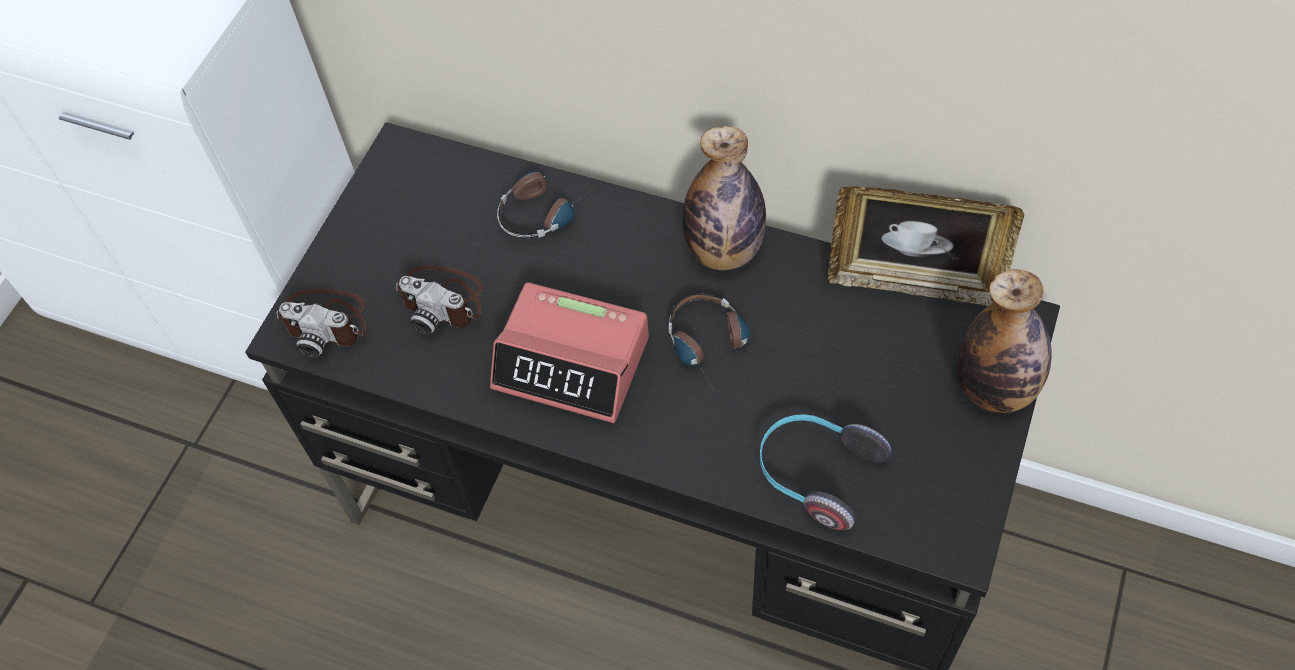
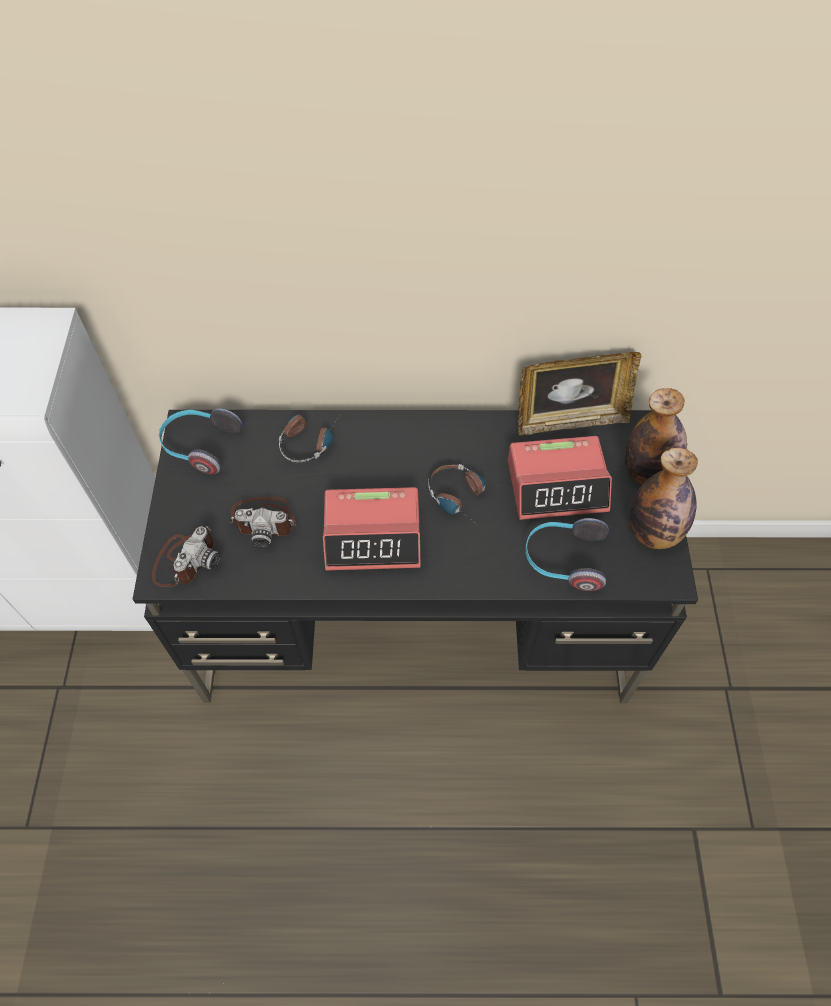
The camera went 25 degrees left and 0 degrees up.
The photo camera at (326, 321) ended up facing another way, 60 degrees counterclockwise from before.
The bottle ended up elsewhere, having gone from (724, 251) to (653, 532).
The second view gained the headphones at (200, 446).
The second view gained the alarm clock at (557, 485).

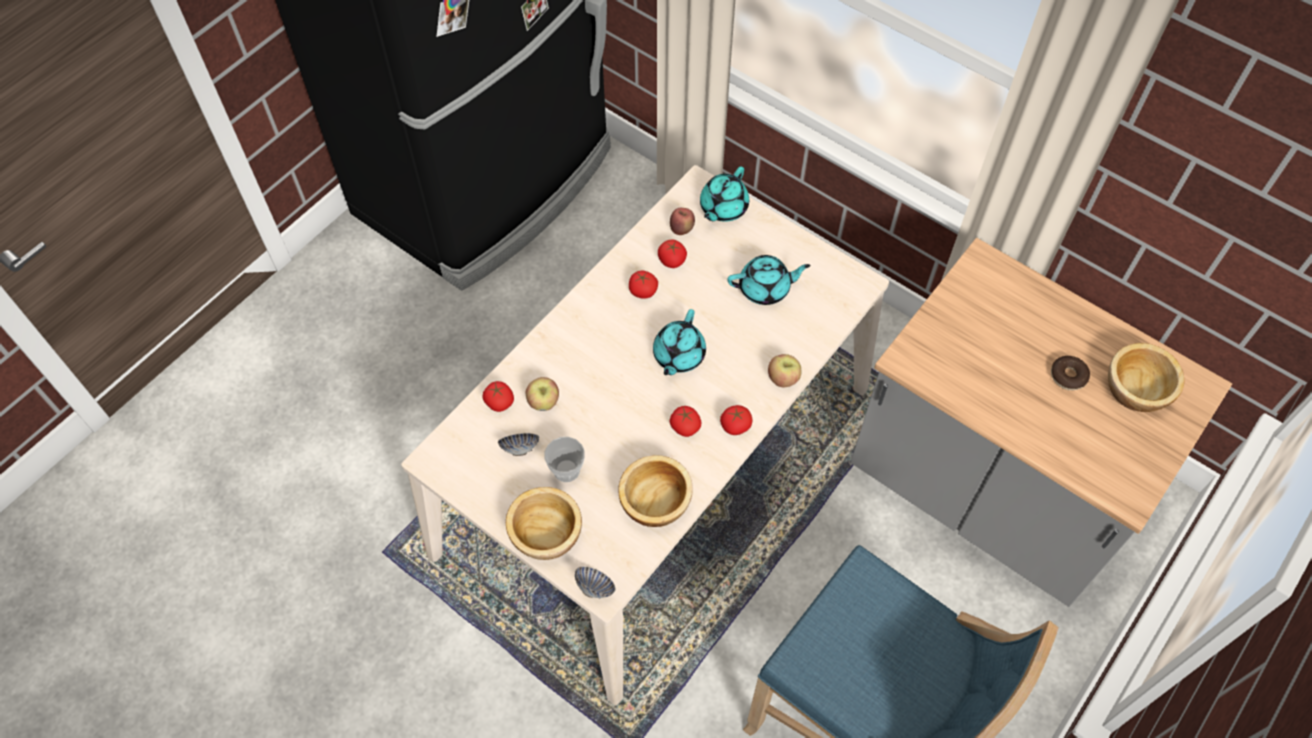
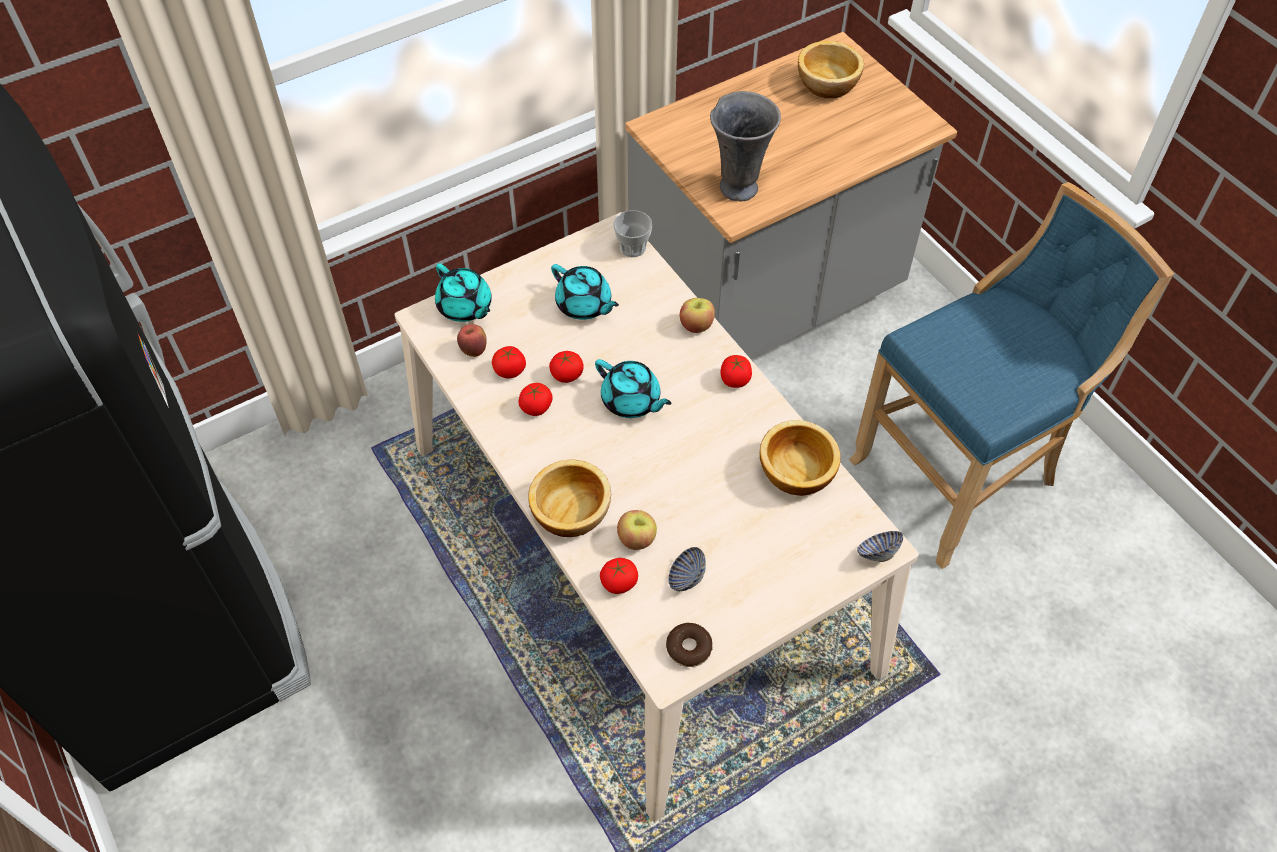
The camera went 70 degrees left and 5 degrees down.
The bowl ended up elsewhere, having gone from (547, 533) to (571, 511).
The cup ended up elsewhere, having gone from (566, 470) to (632, 248).
The tomato ended up elsewhere, having gone from (685, 427) to (567, 375).
The turquoise teapot at (765, 288) ended up facing another way, 120 degrees clockwise from before.
The donut ended up elsewhere, having gone from (1068, 376) to (688, 648).
The second view gained the grey vase at (738, 187).

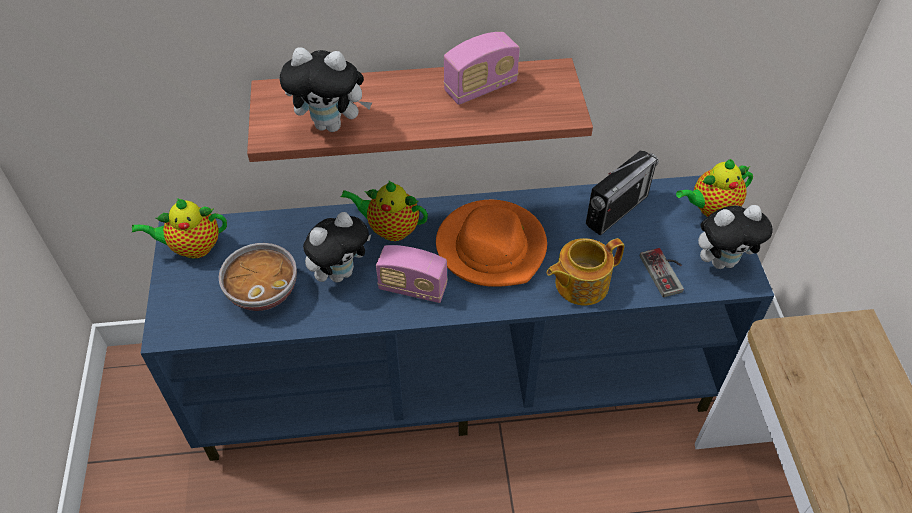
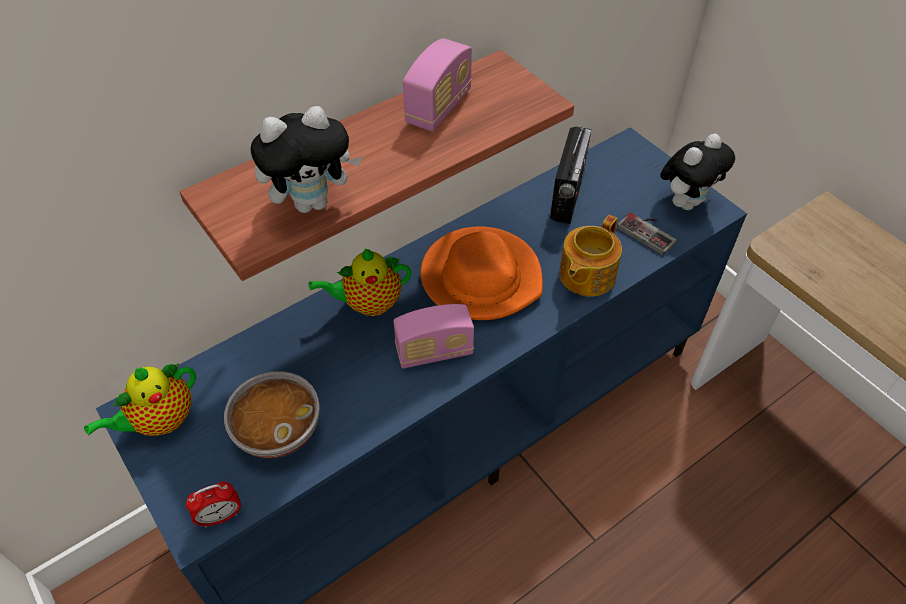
The camera went 30 degrees left and 0 degrees up.
The second view lost the plush toy at (340, 272).
The second view lost the teapot at (710, 209).
The second view gained the alarm clock at (220, 516).

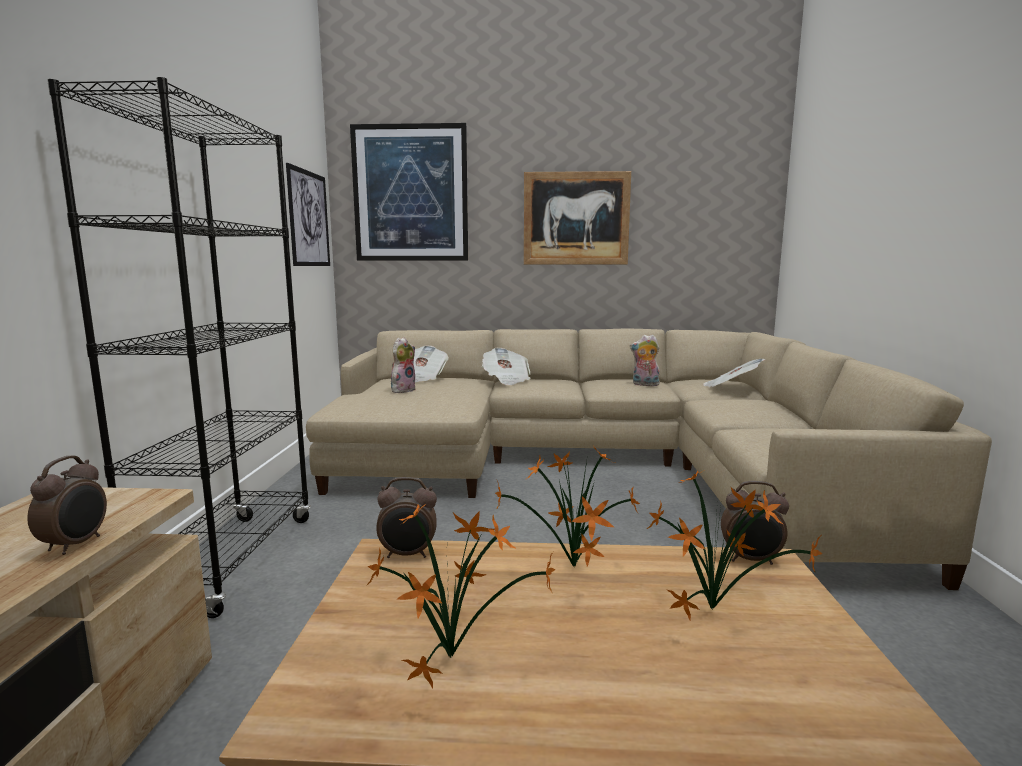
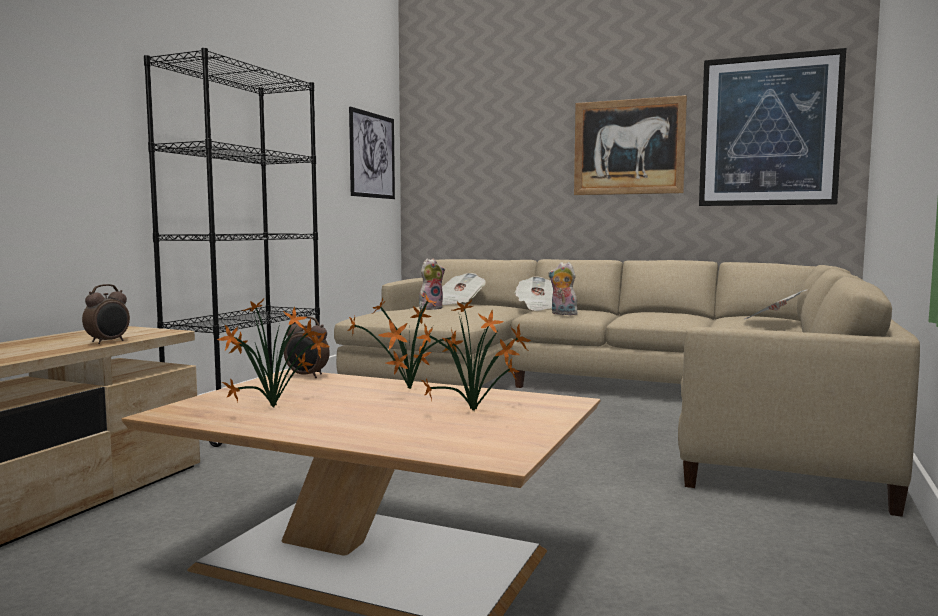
The camera went 20 degrees right and 5 degrees down.
The picture ended up elsewhere, having gone from (410, 193) to (769, 131).
The plush toy ended up elsewhere, having gone from (644, 385) to (562, 314).
The second view lost the alarm clock at (751, 560).

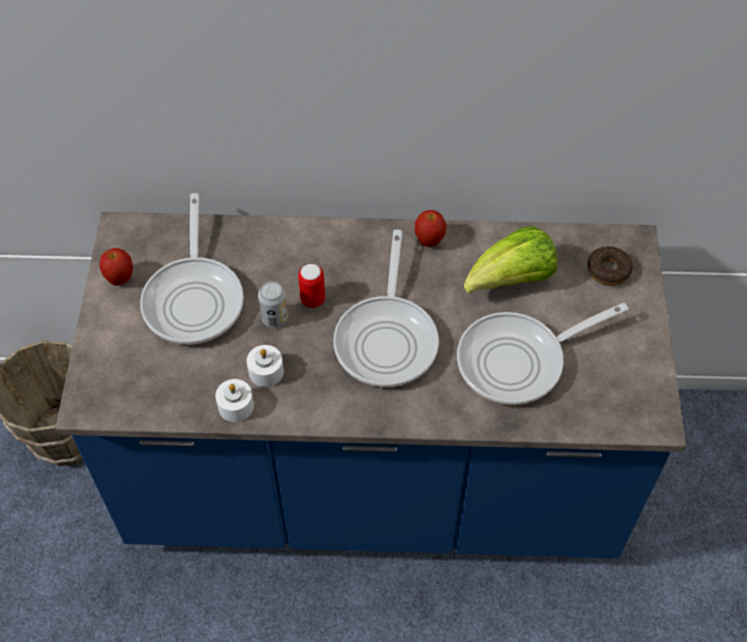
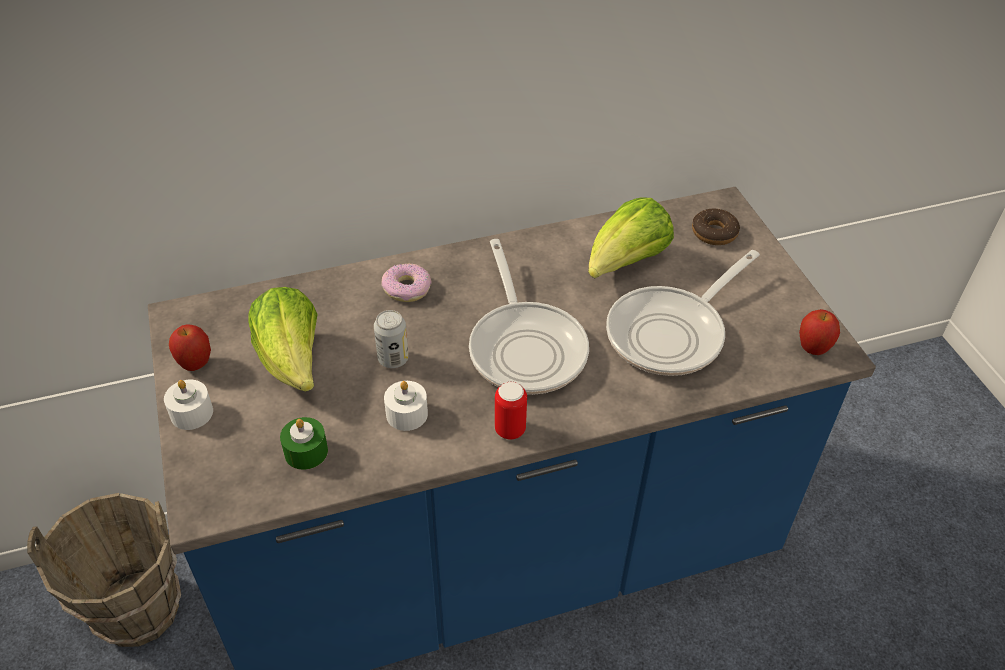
The camera went 20 degrees left and 10 degrees down.
Where the frying pan stood at (195, 298), the lettuce came to stand at (292, 361).
The white candle ended up elsewhere, having gone from (236, 406) to (192, 413).
The can ended up elsewhere, having gone from (313, 299) to (510, 430).
The apple ended up elsewhere, having gone from (429, 241) to (813, 349).
The second view gained the green candle at (306, 452).
The second view gained the donut at (407, 288).

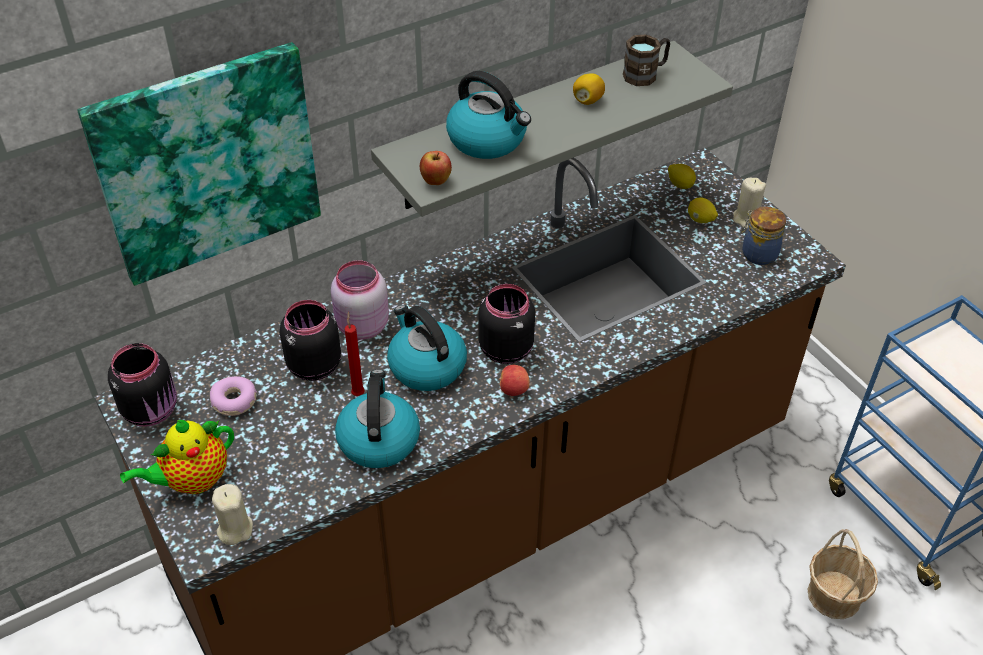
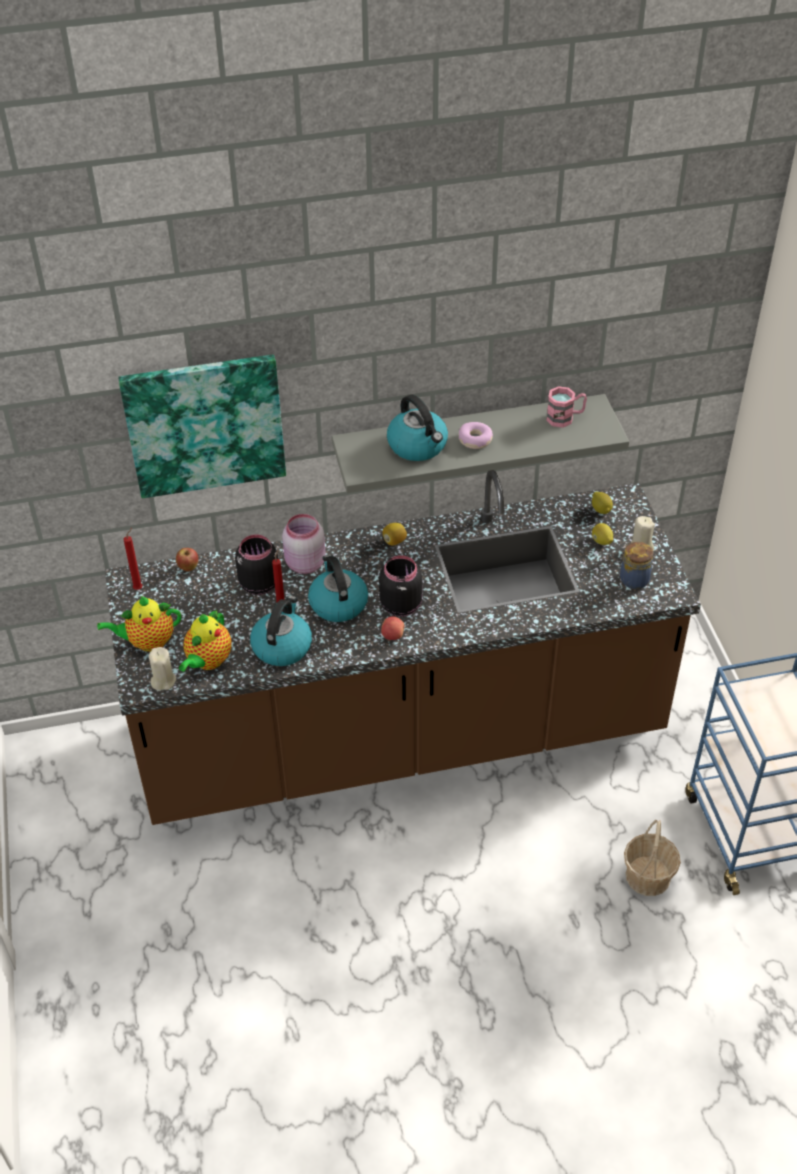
The camera went 20 degrees right and 0 degrees up.
Where the black jar stood at (152, 410), the red candle came to stand at (139, 588).
The donut ended up elsewhere, having gone from (234, 401) to (475, 440).
The apple ended up elsewhere, having gone from (436, 182) to (188, 568).
The lemon ended up elsewhere, having gone from (587, 100) to (394, 541).
What was the brown mug at (645, 74) turned into the pink mug at (565, 418).
The second view gained the teapot at (208, 661).

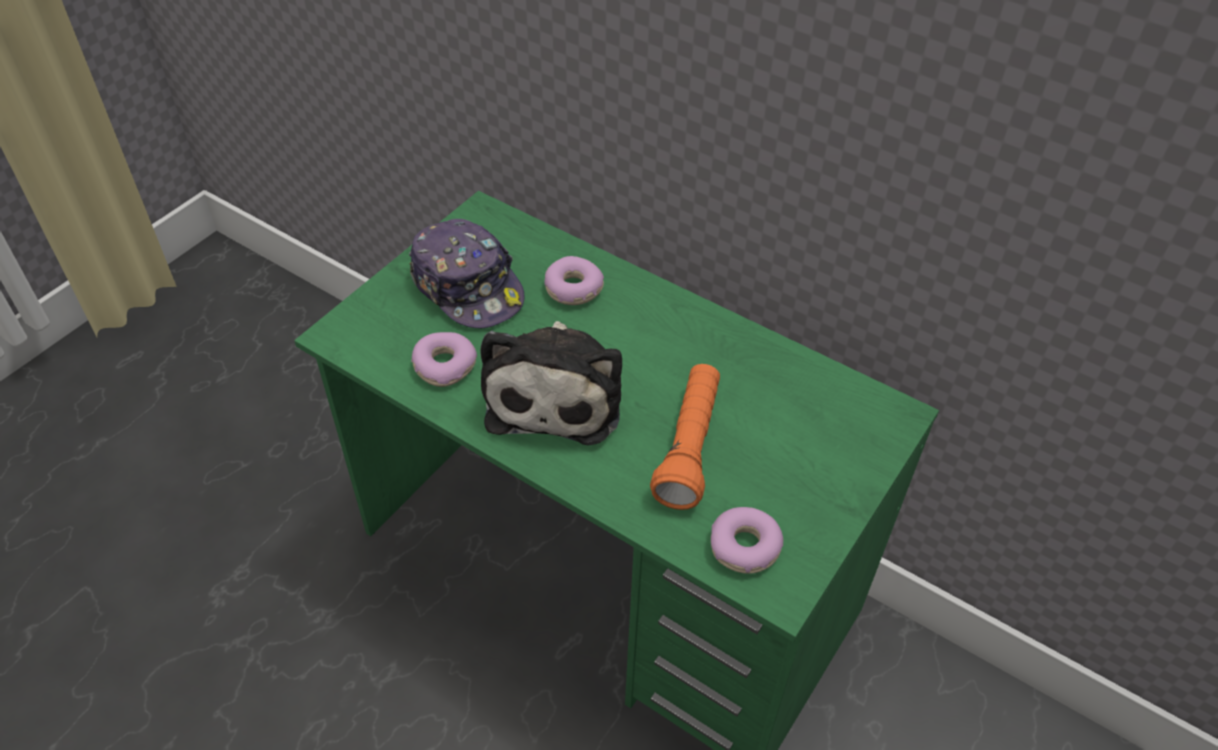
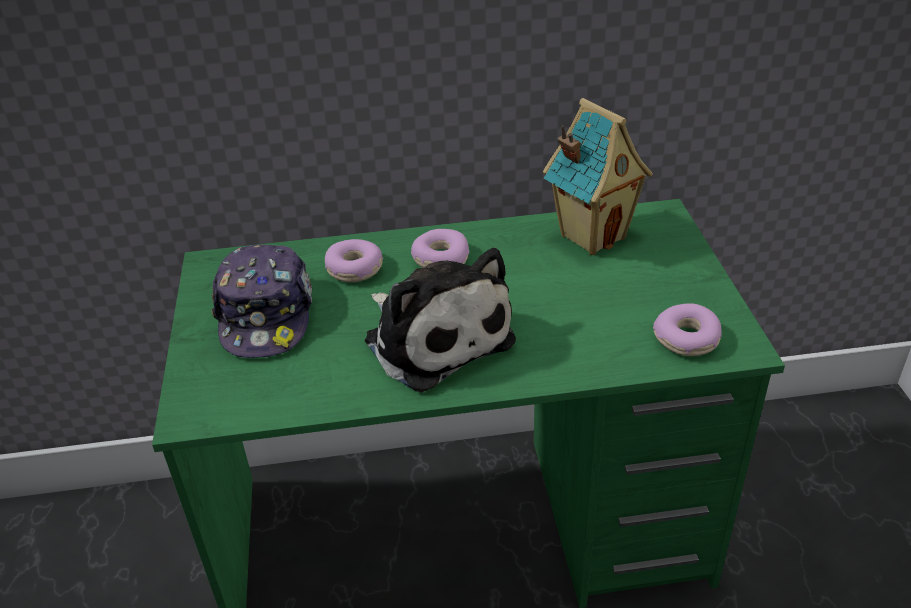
The camera went 40 degrees left and 10 degrees down.
The cap at (468, 287) ended up facing another way, 75 degrees clockwise from before.
The donut ended up elsewhere, having gone from (444, 365) to (440, 259).
The second view lost the orange flashlight at (689, 447).
The second view gained the toy house at (592, 236).

